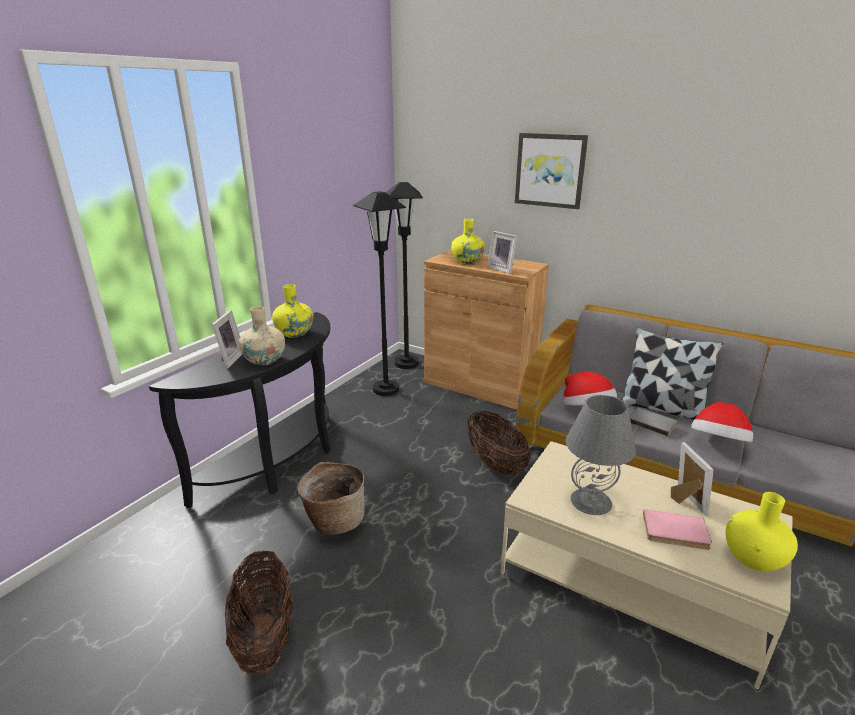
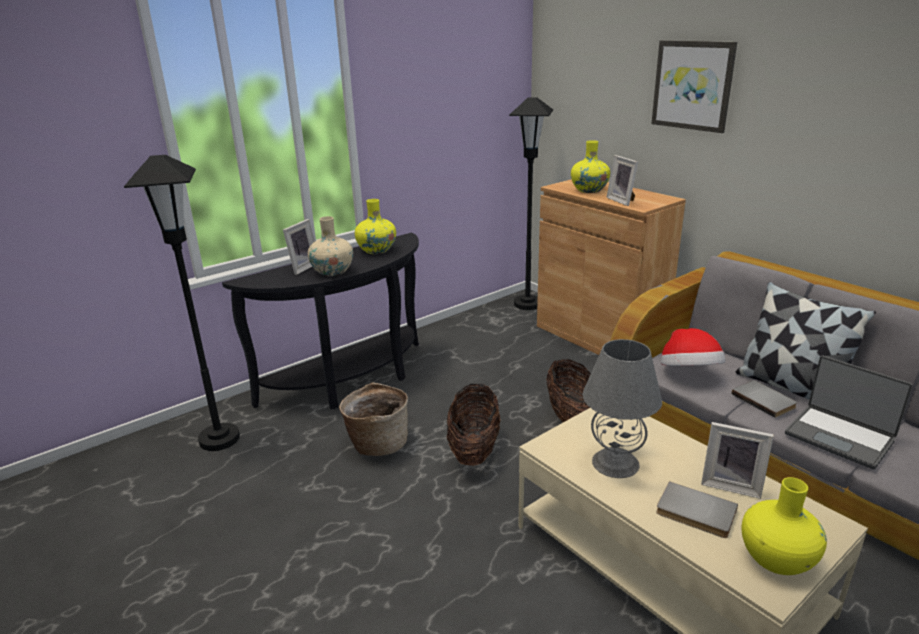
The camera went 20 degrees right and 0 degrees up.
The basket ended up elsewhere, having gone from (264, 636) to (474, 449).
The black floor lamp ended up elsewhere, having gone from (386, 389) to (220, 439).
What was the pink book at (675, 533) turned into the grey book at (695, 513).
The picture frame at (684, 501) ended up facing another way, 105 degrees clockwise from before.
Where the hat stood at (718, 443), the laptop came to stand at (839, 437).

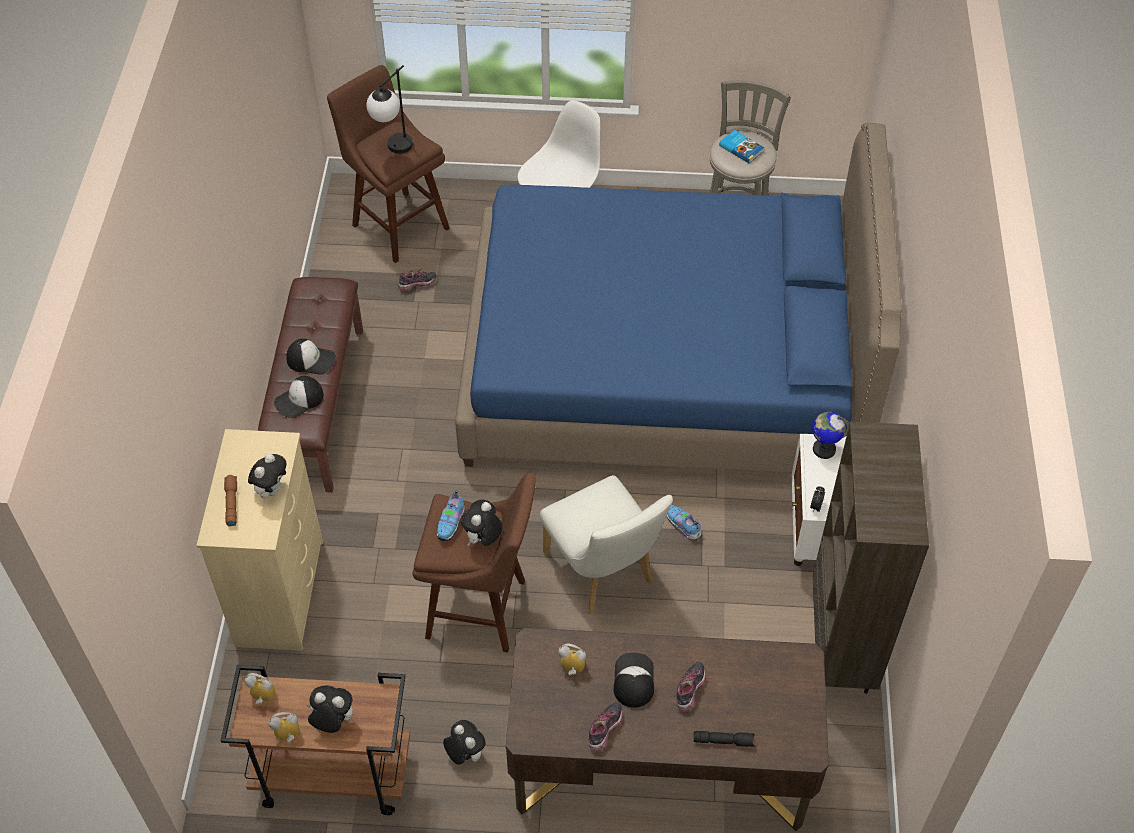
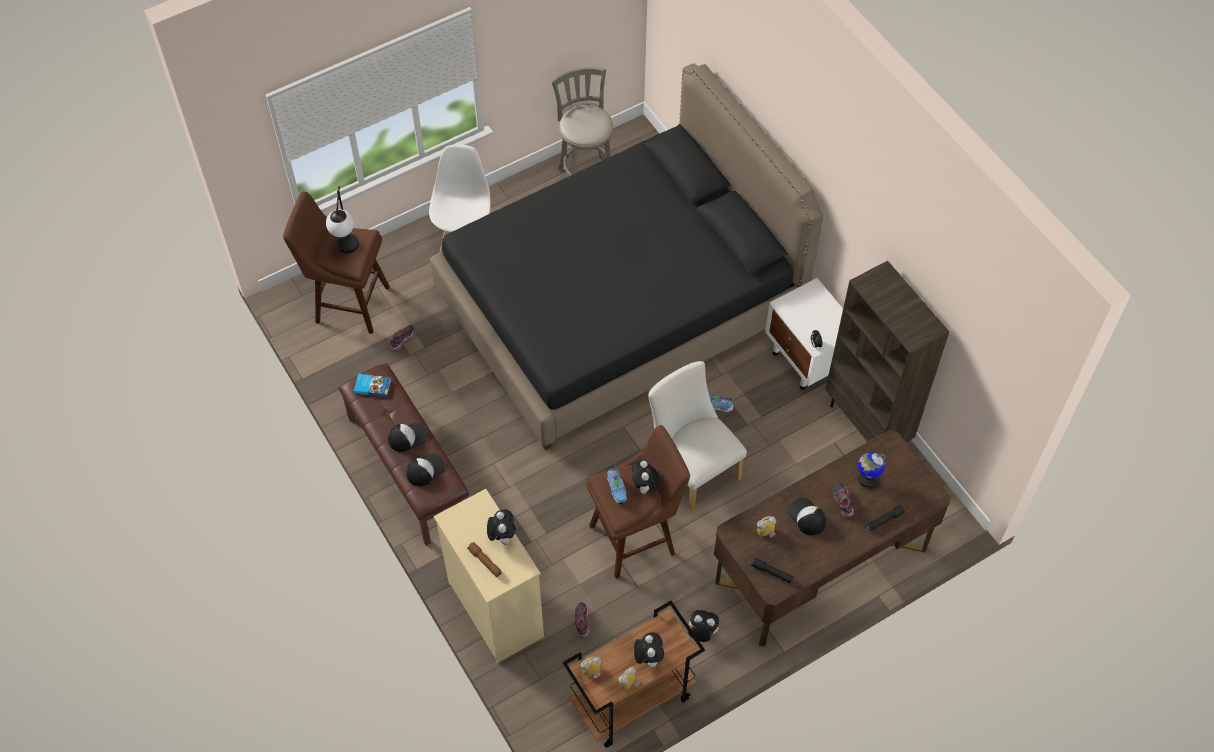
The camera went 35 degrees left and 5 degrees up.
The cap at (299, 400) ended up facing another way, 150 degrees counterclockwise from before.
The plush toy at (332, 721) ended up facing another way, 105 degrees clockwise from before.
What was the blue bed at (663, 367) turned into the black bed at (619, 305).
The white chair at (603, 573) ended up facing another way, 150 degrees counterclockwise from before.
The shoe ended up elsewhere, having gone from (605, 730) to (582, 622).
The book ended up elsewhere, having gone from (741, 148) to (372, 386).
The globe ended up elsewhere, having gone from (823, 449) to (867, 479).
The second view gained the black flashlight at (771, 573).

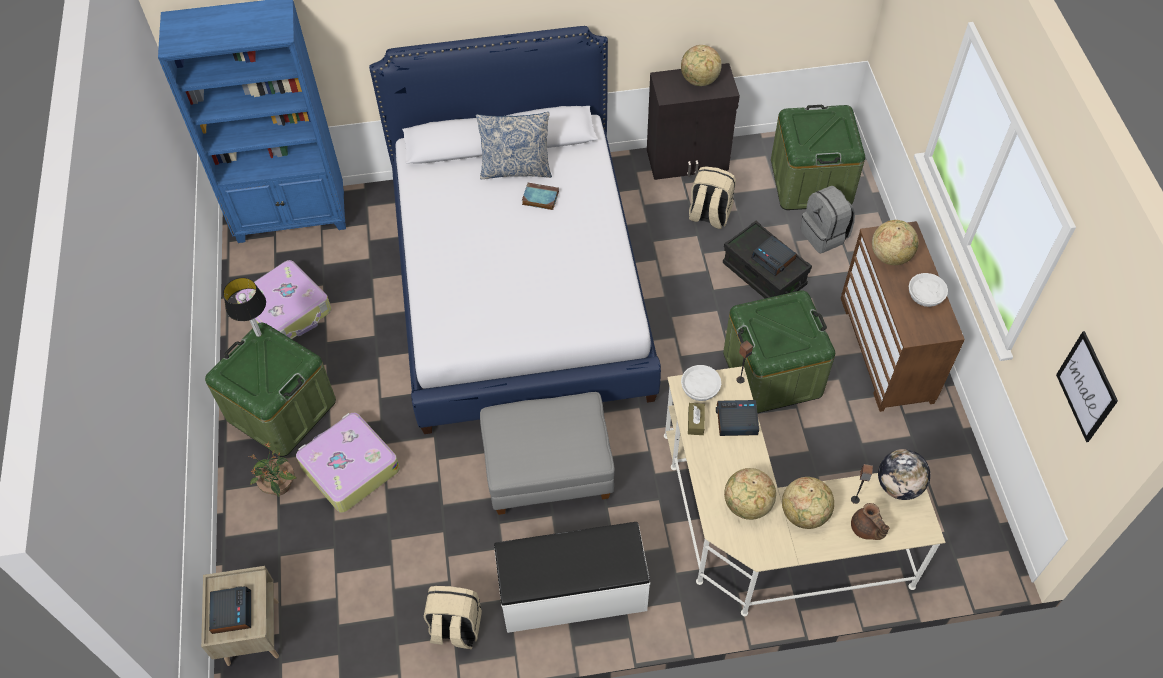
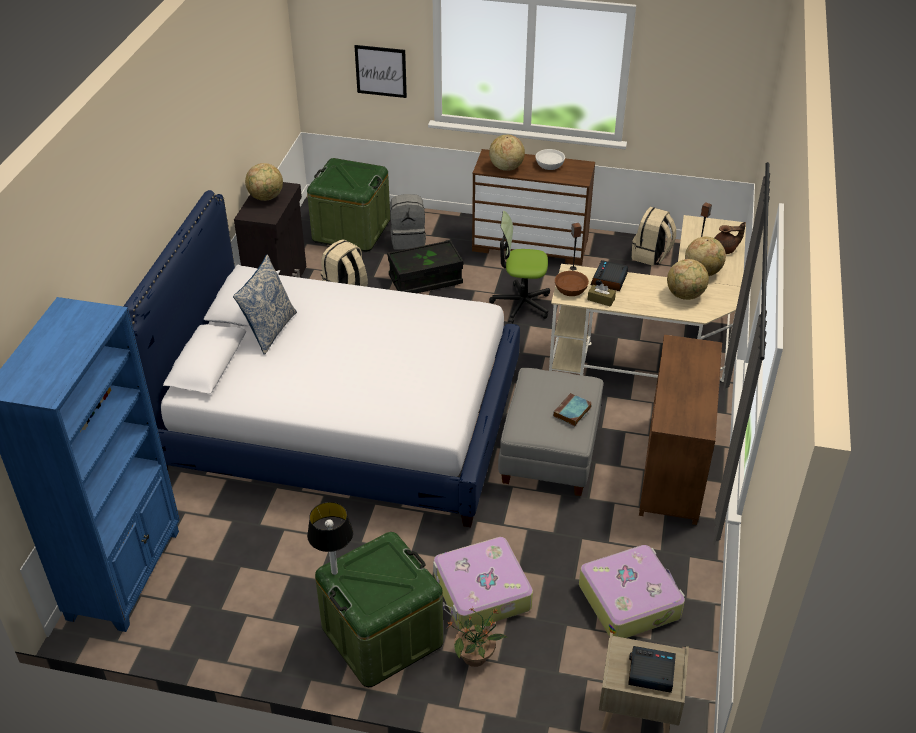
The camera went 70 degrees left and 15 degrees down.
The suitcase ended up elsewhere, having gone from (288, 311) to (630, 600).
The beige backpack ended up elsewhere, having gone from (455, 628) to (651, 255).
Where the white bench stood at (573, 593), the brown dresser came to stand at (674, 469).
The book ended up elsewhere, having gone from (539, 198) to (572, 412).
What was the white bowl at (700, 388) turned into the brown bowl at (571, 289).
Where the green storage box stood at (772, 373), the office chair came to stand at (521, 304).
The second view lost the alarm clock at (773, 259).
The second view lost the globe at (898, 485).
The picture ended up elsewhere, having gone from (1086, 387) to (381, 71).

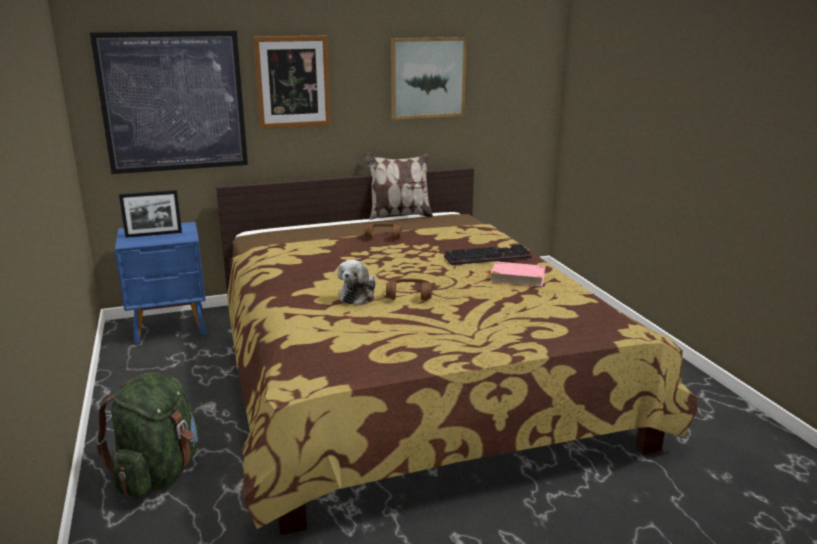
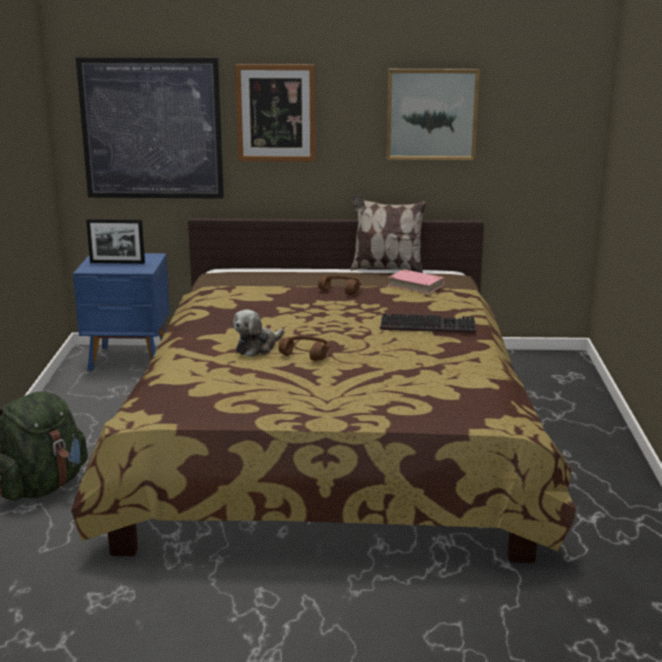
The camera went 20 degrees right and 0 degrees up.
The pink book ended up elsewhere, having gone from (517, 277) to (415, 285).

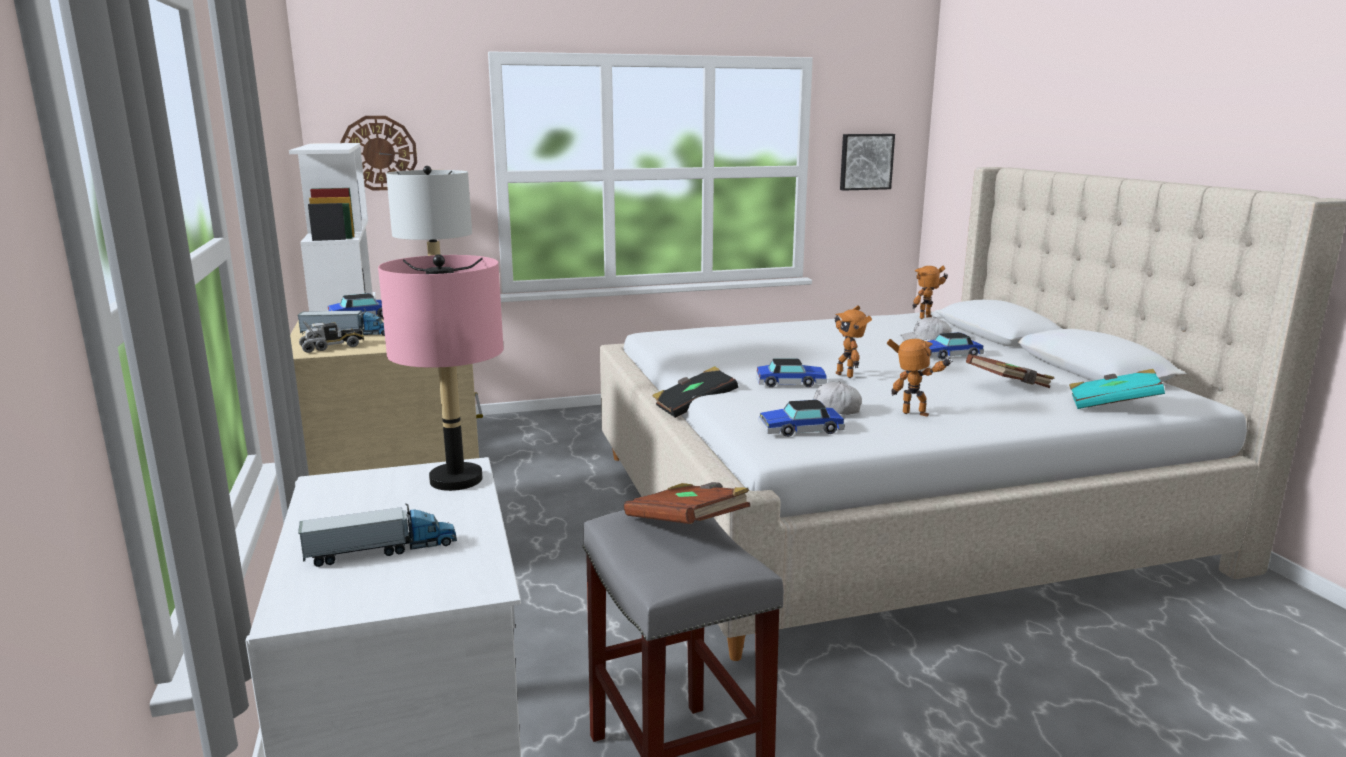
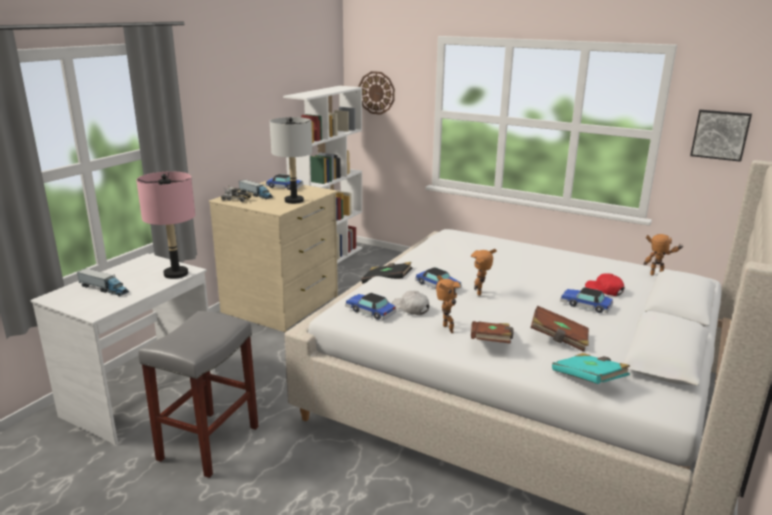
The camera went 45 degrees right and 5 degrees up.
The brown book ended up elsewhere, having gone from (687, 526) to (491, 342).
What was the white cap at (925, 340) turned into the red cap at (604, 290).

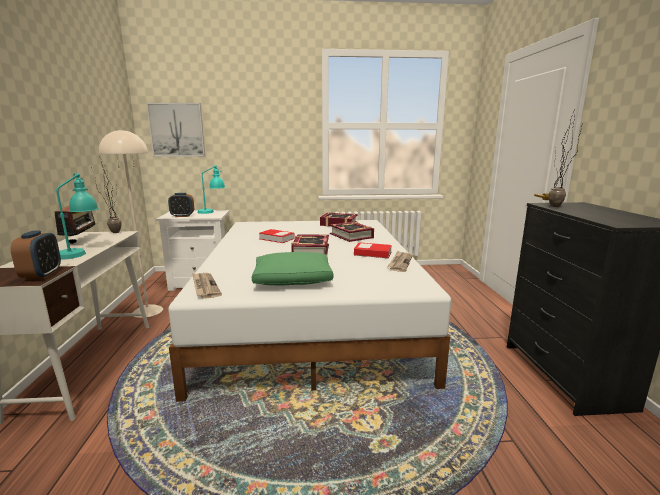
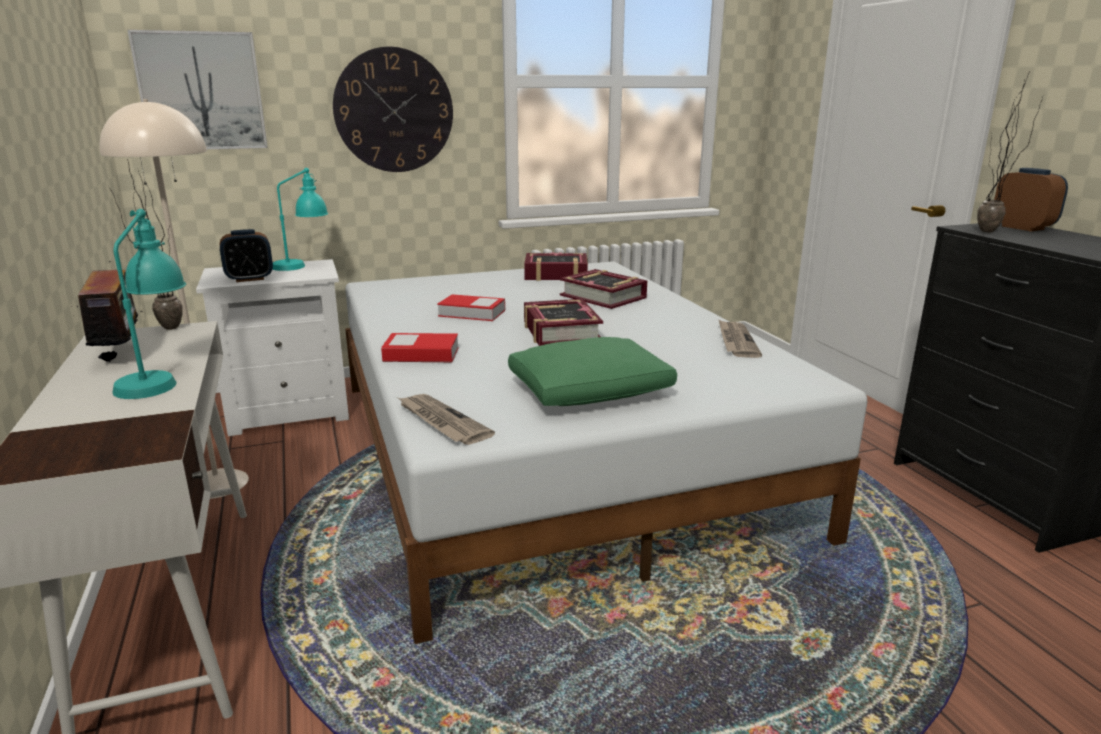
The camera went 15 degrees left and 5 degrees up.
The alarm clock ended up elsewhere, having gone from (42, 275) to (1022, 228).
The book ended up elsewhere, having gone from (372, 253) to (421, 354).
The second view gained the wall clock at (394, 111).

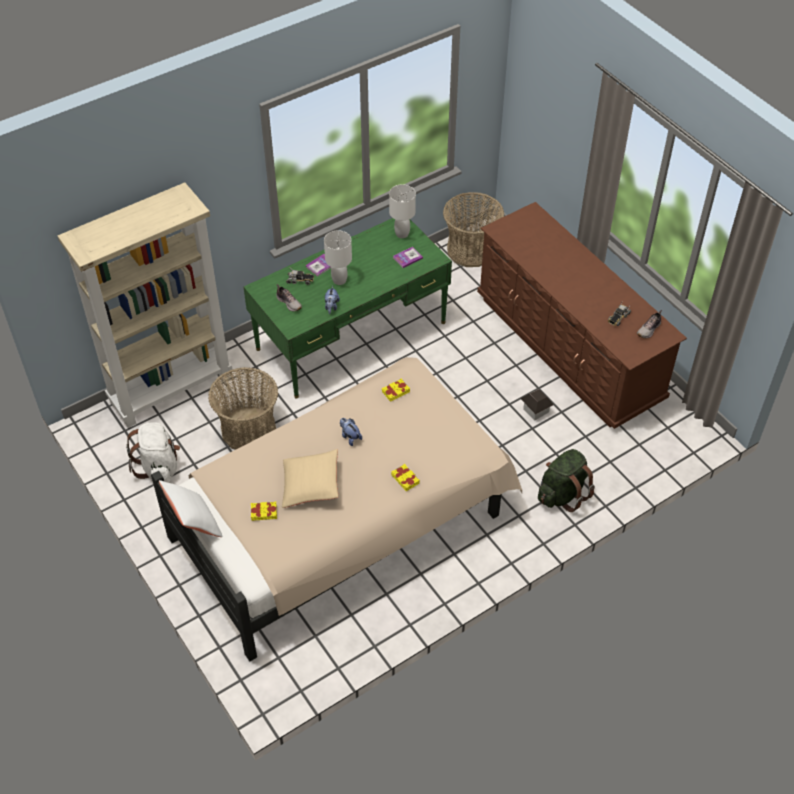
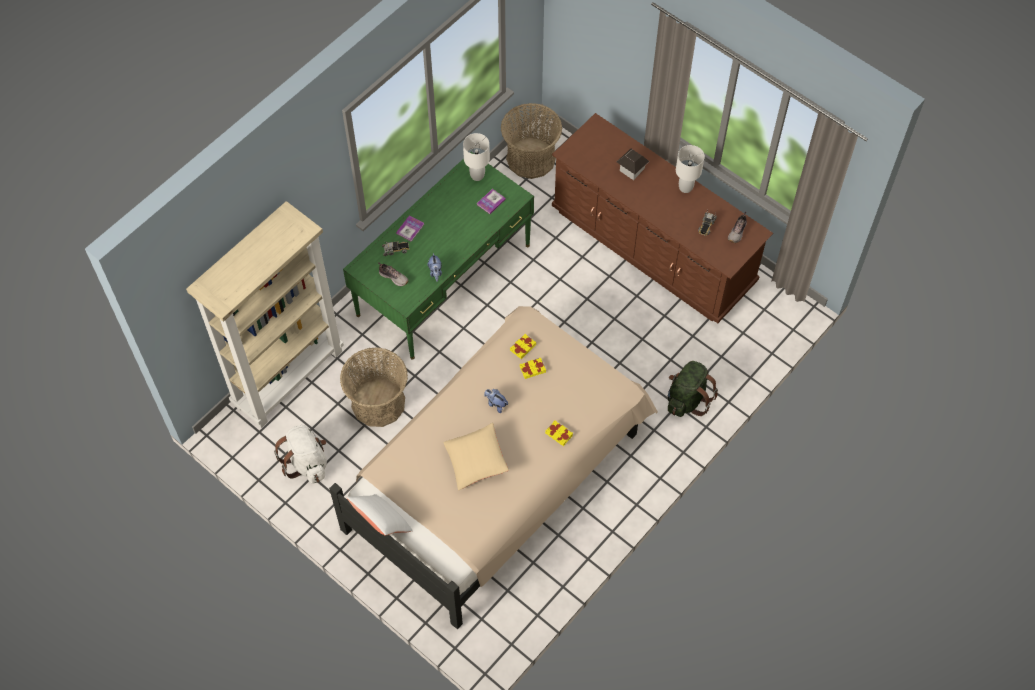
The camera went 15 degrees left and 10 degrees up.
The yellow book ended up elsewhere, having gone from (264, 512) to (532, 369).
The white table lamp ended up elsewhere, having gone from (339, 280) to (686, 188).
The toy house ended up elsewhere, having gone from (536, 410) to (632, 169).

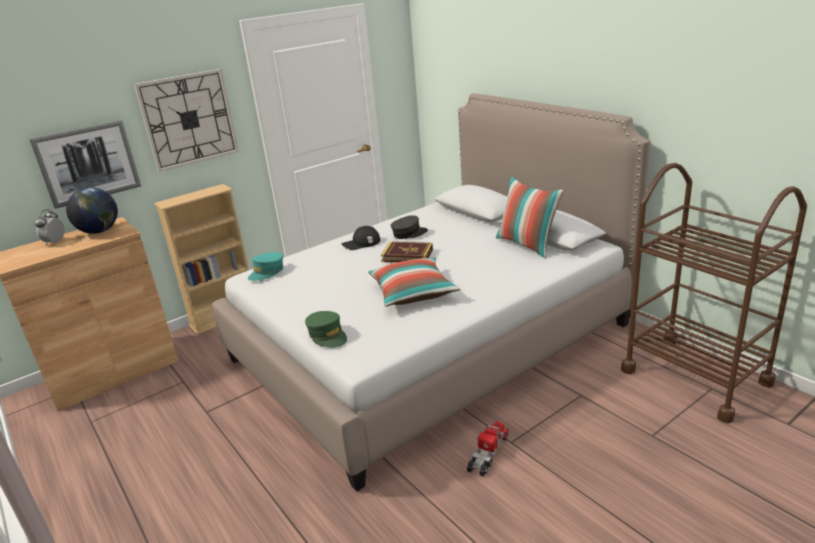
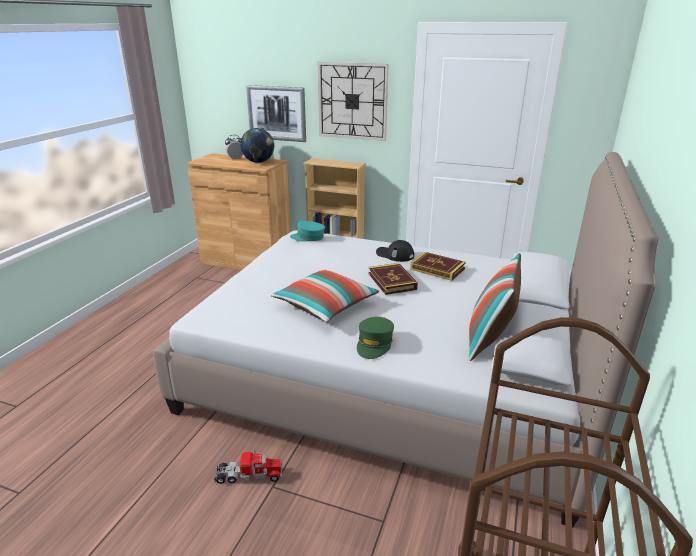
The camera went 55 degrees right and 0 degrees up.
The green cap ended up elsewhere, having gone from (327, 336) to (374, 344).
Where the grey cap stood at (409, 233), the book came to stand at (437, 269).

